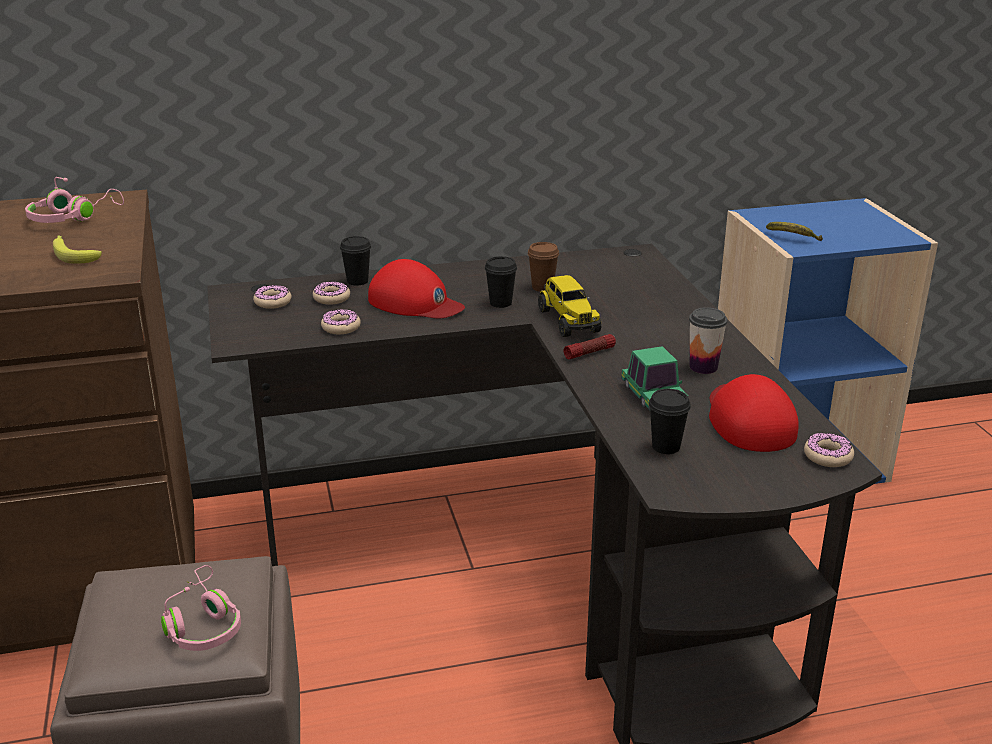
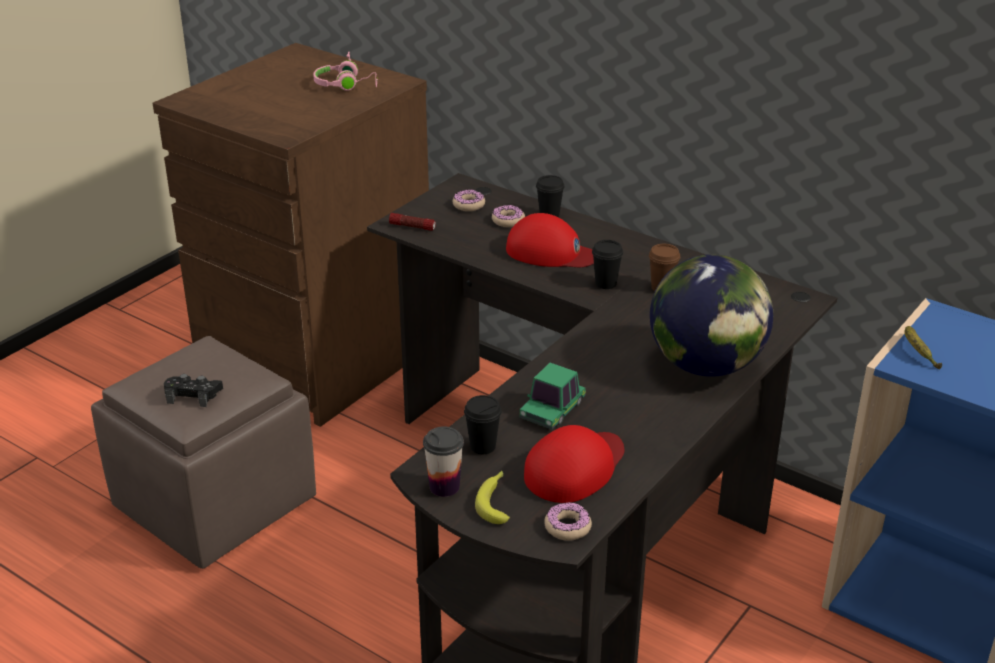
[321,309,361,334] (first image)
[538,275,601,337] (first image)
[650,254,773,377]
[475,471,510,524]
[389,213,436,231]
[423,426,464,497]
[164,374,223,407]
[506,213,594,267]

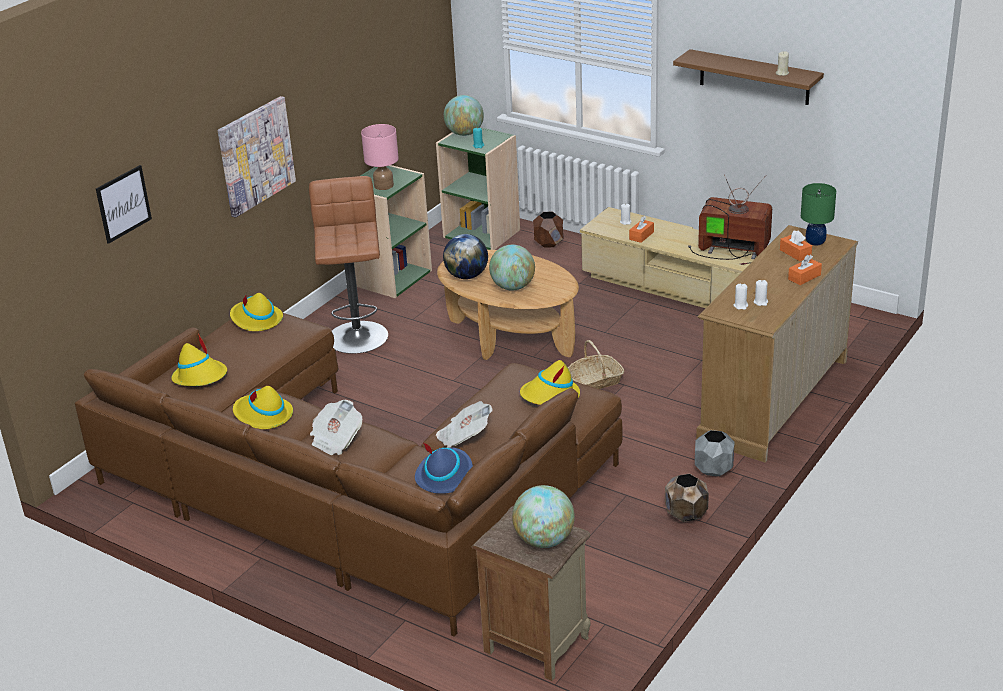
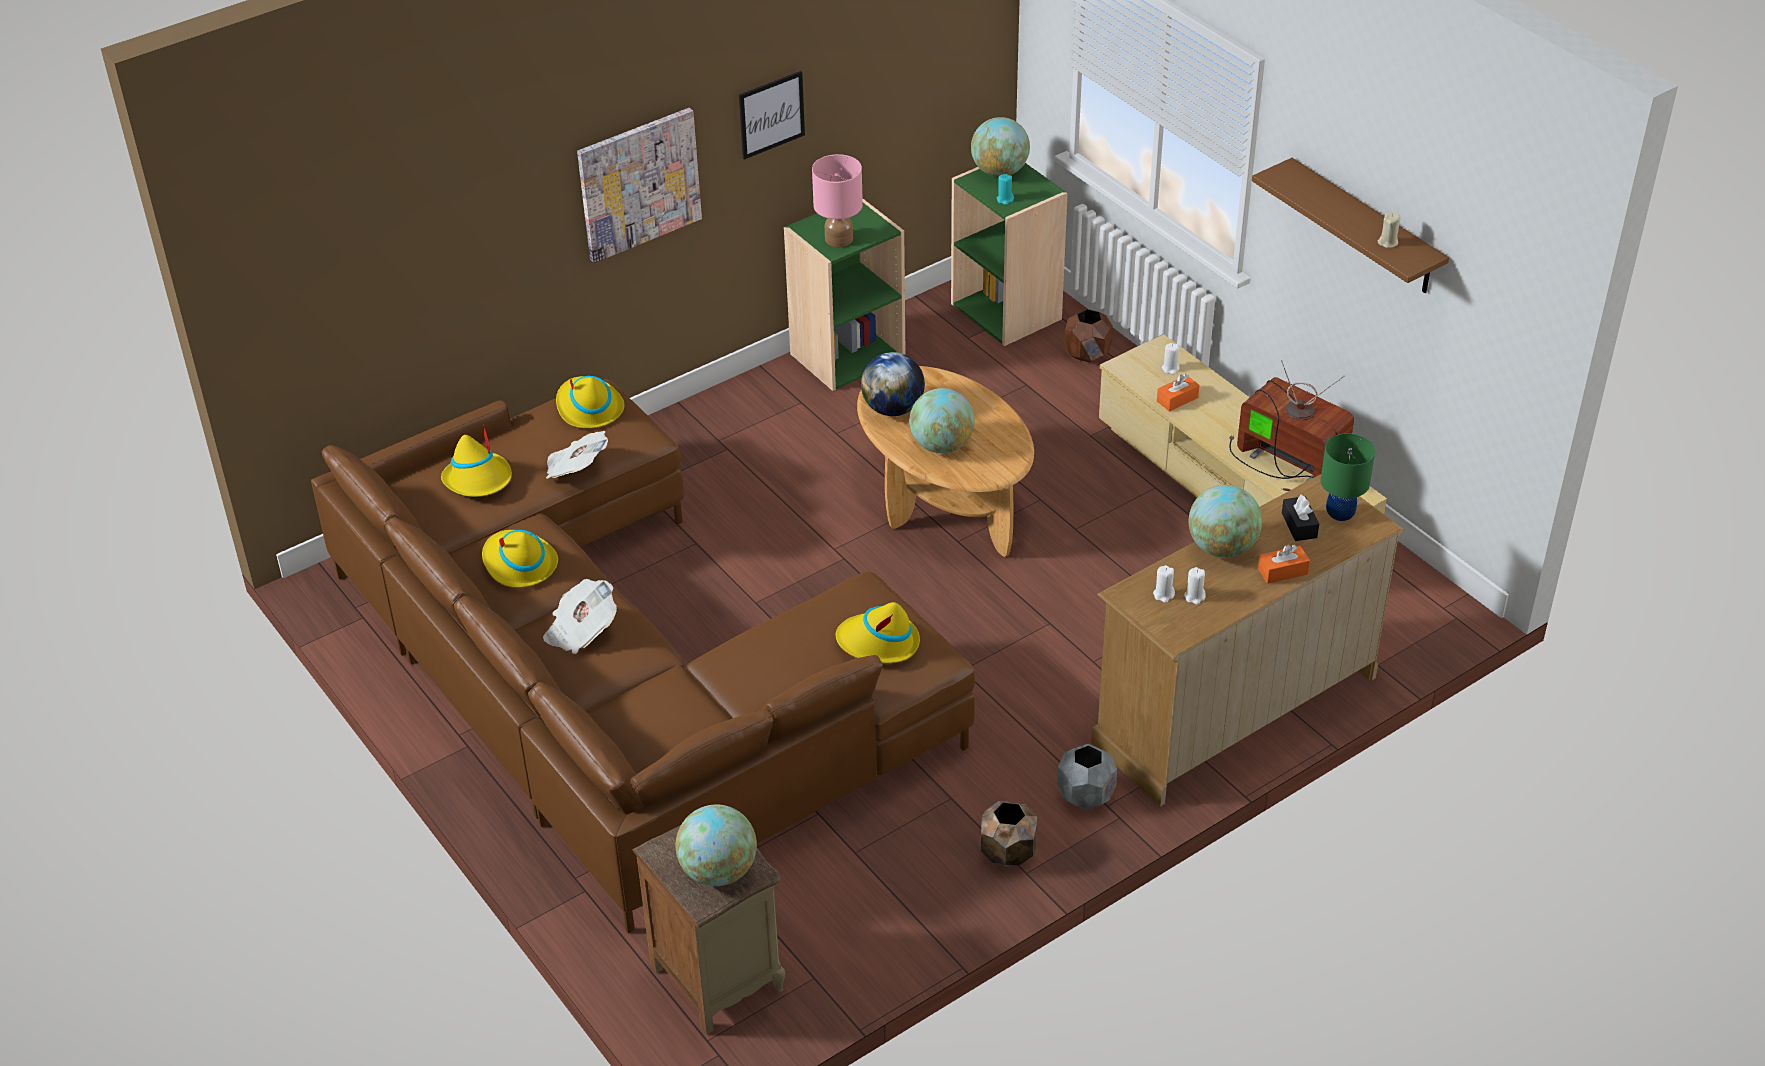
[309,176,388,354] (first image)
[415,443,473,494] (first image)
[568,340,624,389] (first image)
[1189,485,1262,558]
[739,71,805,160]
[546,431,608,479]
[1282,495,1319,541]

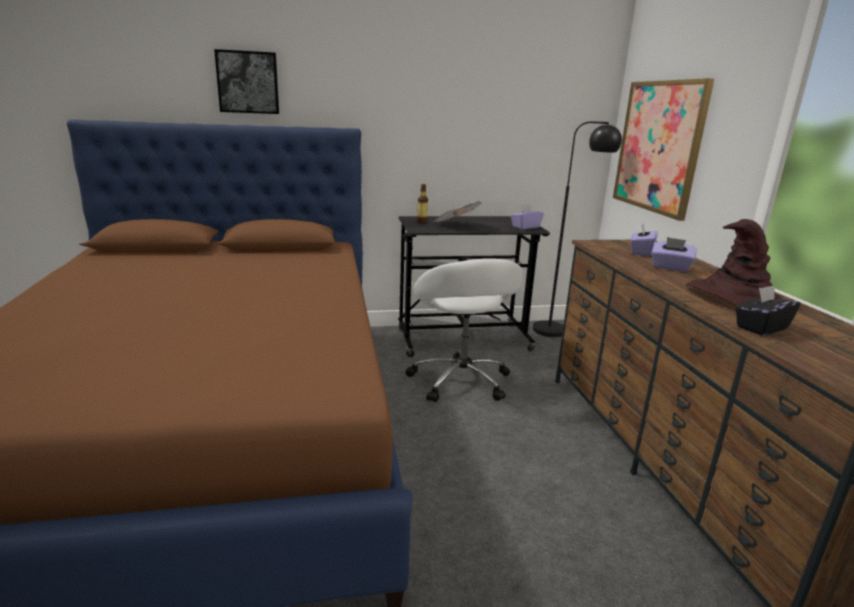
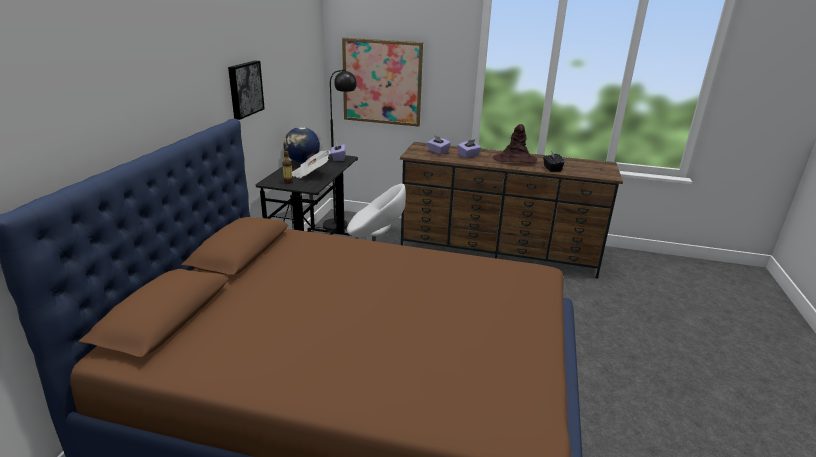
[284,127,320,163]
[228,61,265,120]

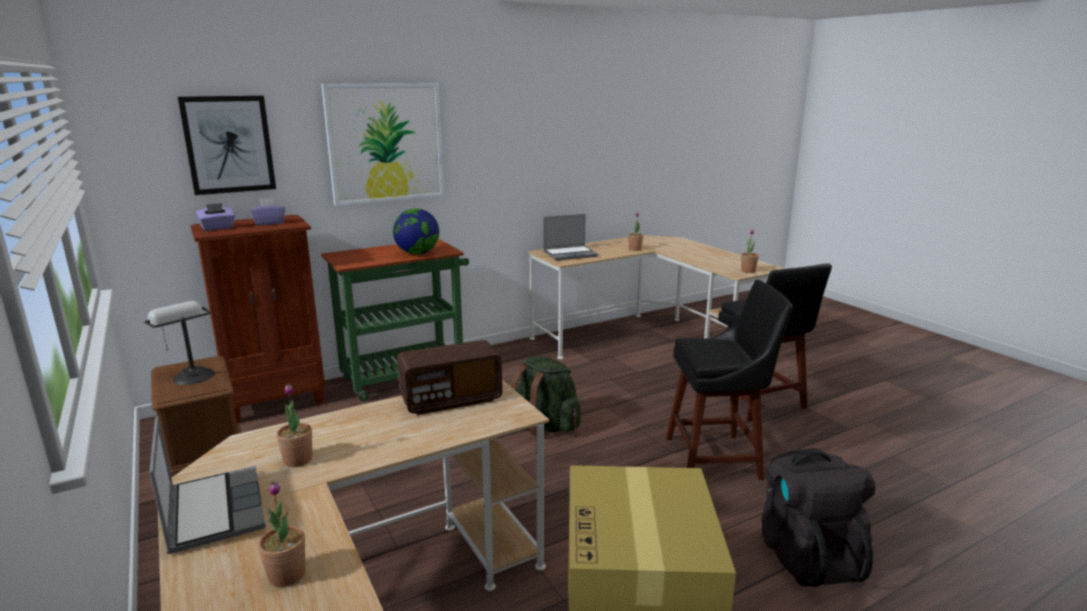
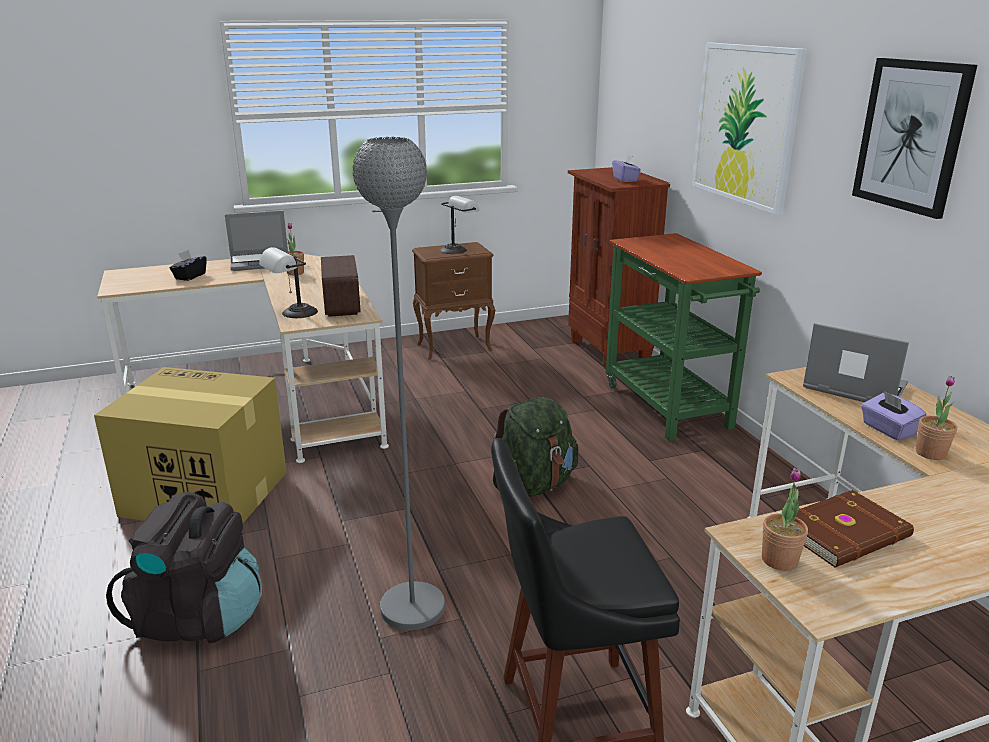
[393,209,439,255] (first image)
[259,247,318,318]
[796,490,914,568]
[852,58,977,219]
[861,391,926,441]
[169,250,207,281]
[352,137,445,630]
[803,323,909,402]

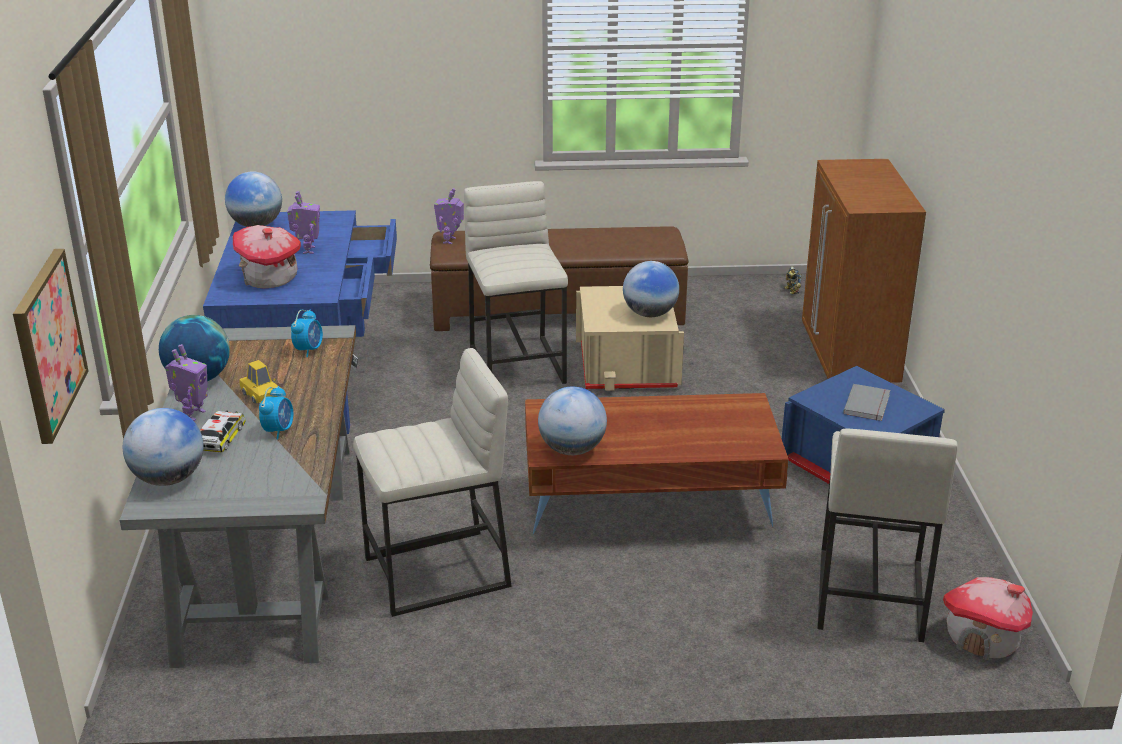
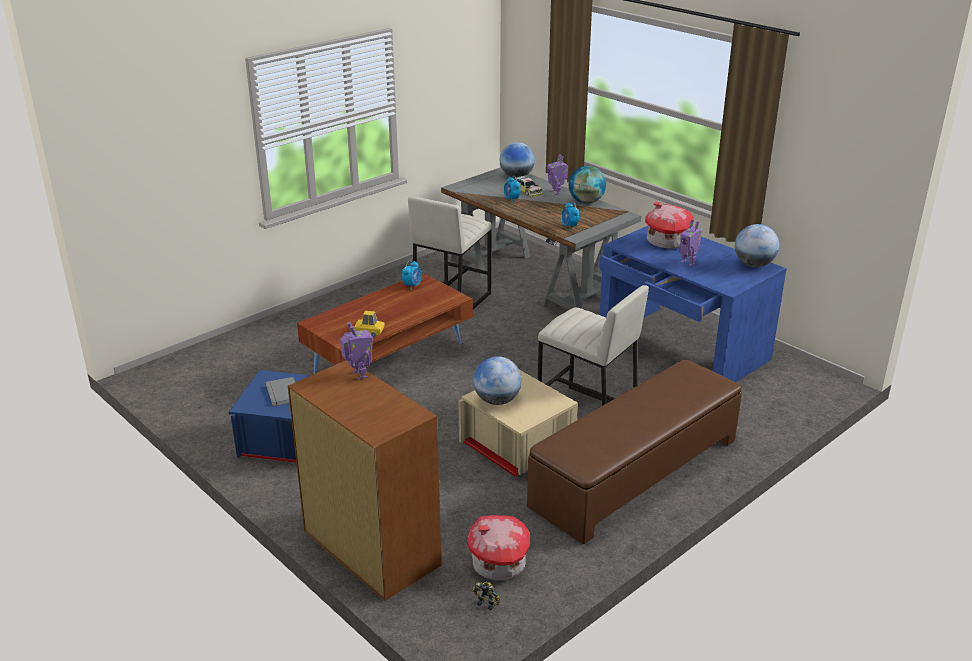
[13,249,88,444] (first image)
[817,429,958,642] (first image)
[354,311,385,337]
[340,322,373,380]
[467,515,530,581]
[402,261,422,290]

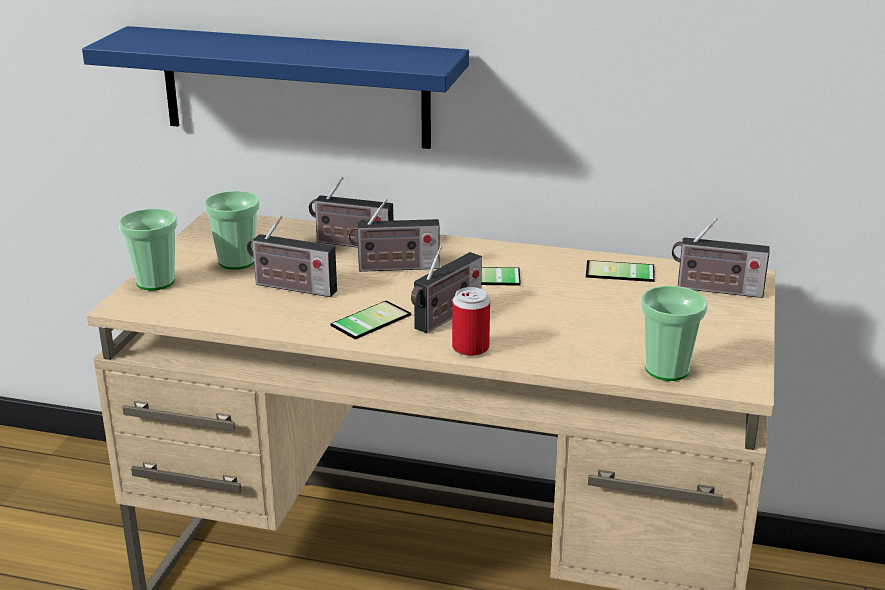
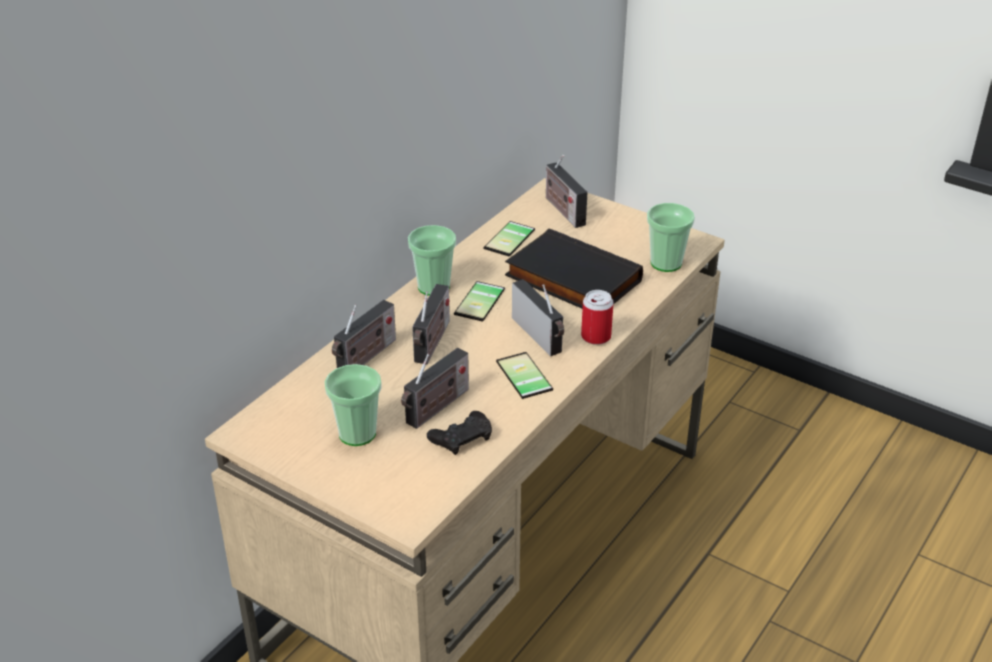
[82,26,469,149] (first image)
[427,411,492,455]
[505,228,643,309]
[408,225,456,296]
[546,155,587,228]

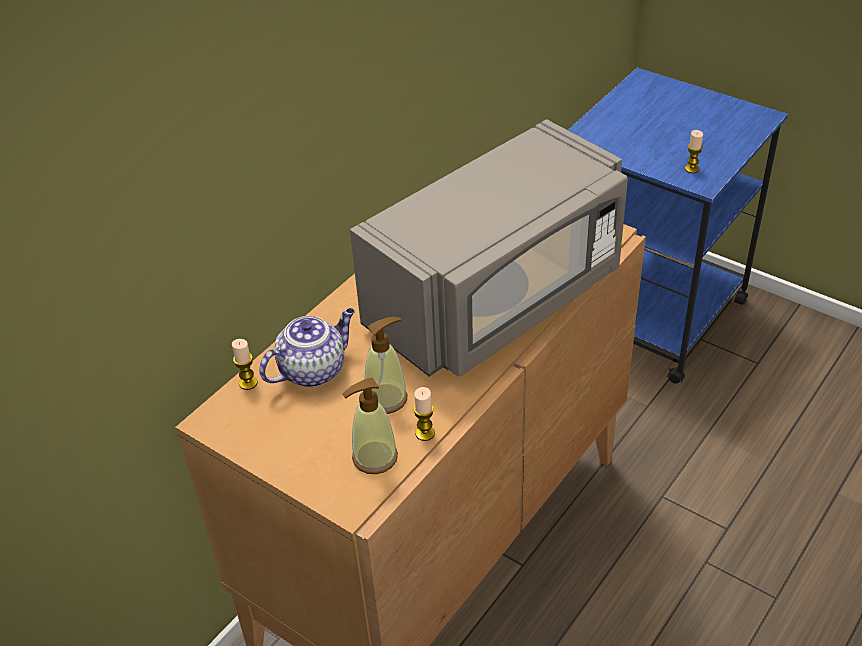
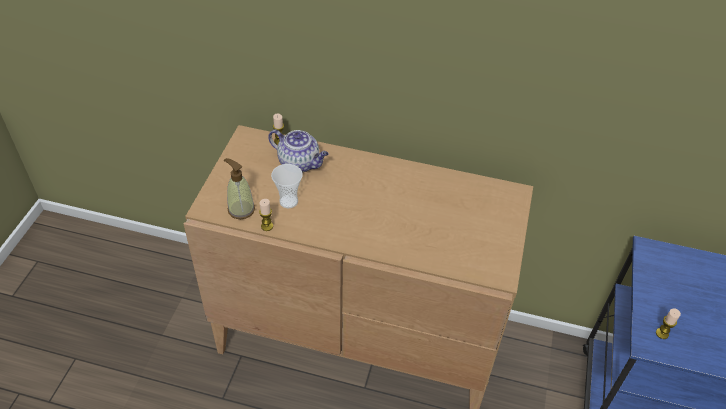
[350,119,628,377] (first image)
[271,164,303,208]

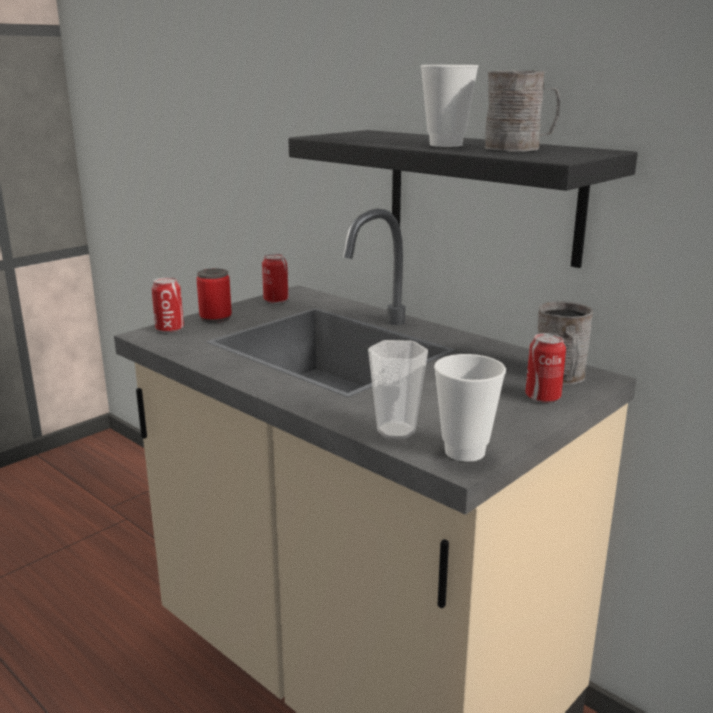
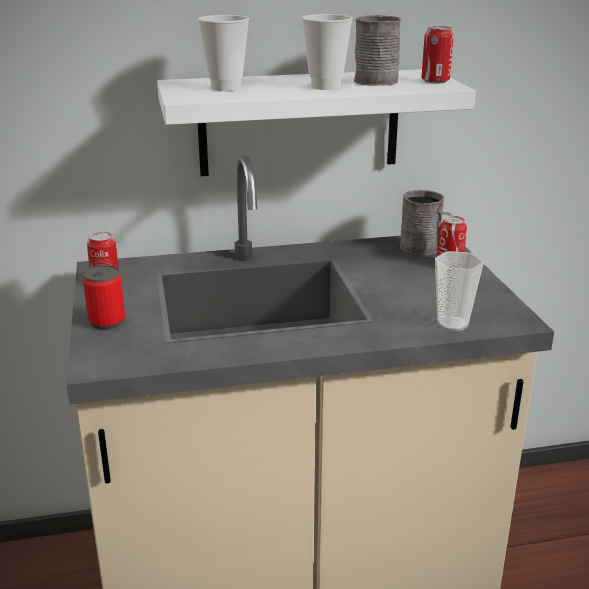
[421,26,454,84]
[198,15,249,91]
[157,69,476,176]

